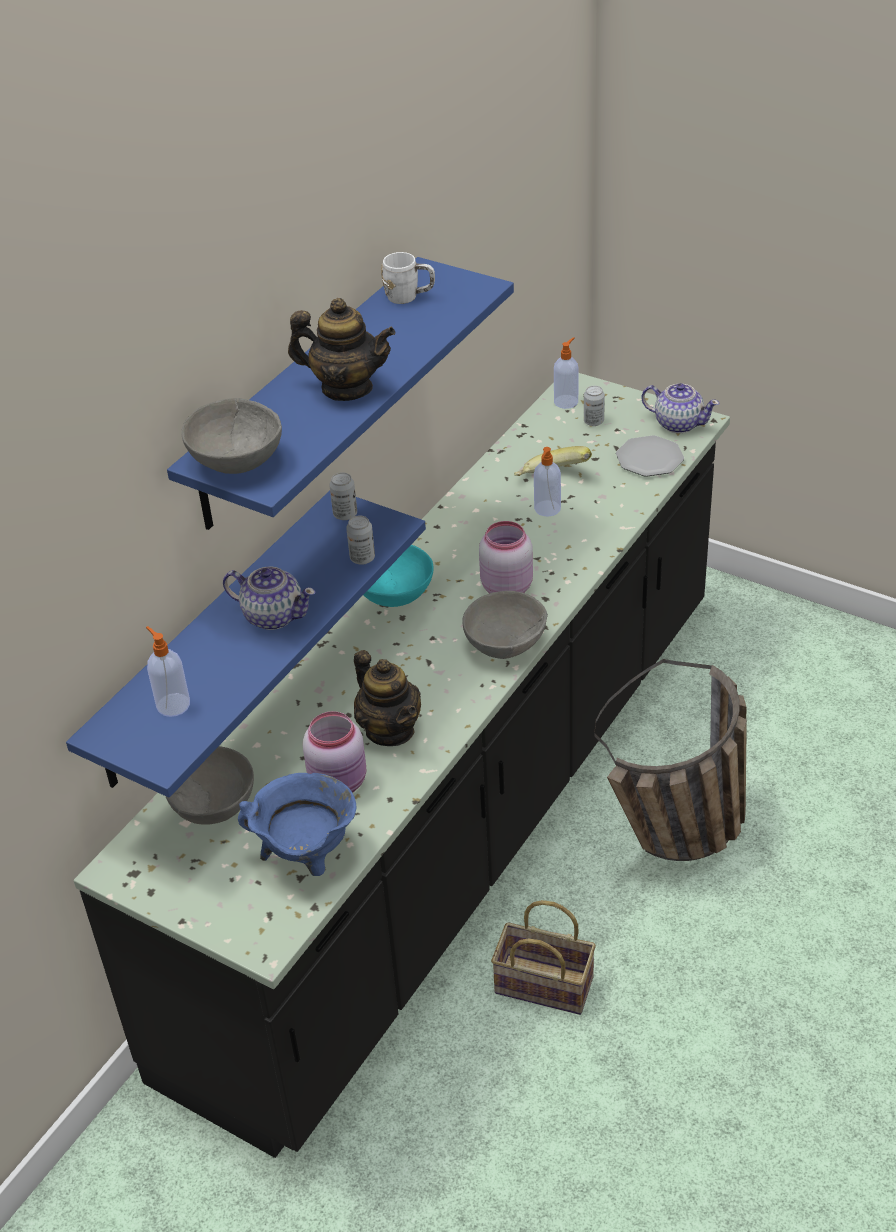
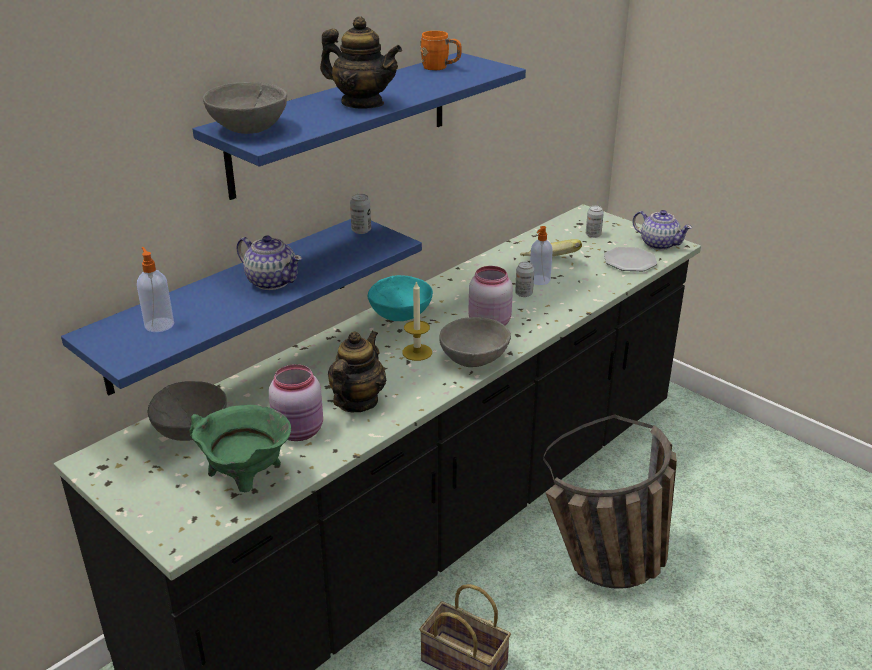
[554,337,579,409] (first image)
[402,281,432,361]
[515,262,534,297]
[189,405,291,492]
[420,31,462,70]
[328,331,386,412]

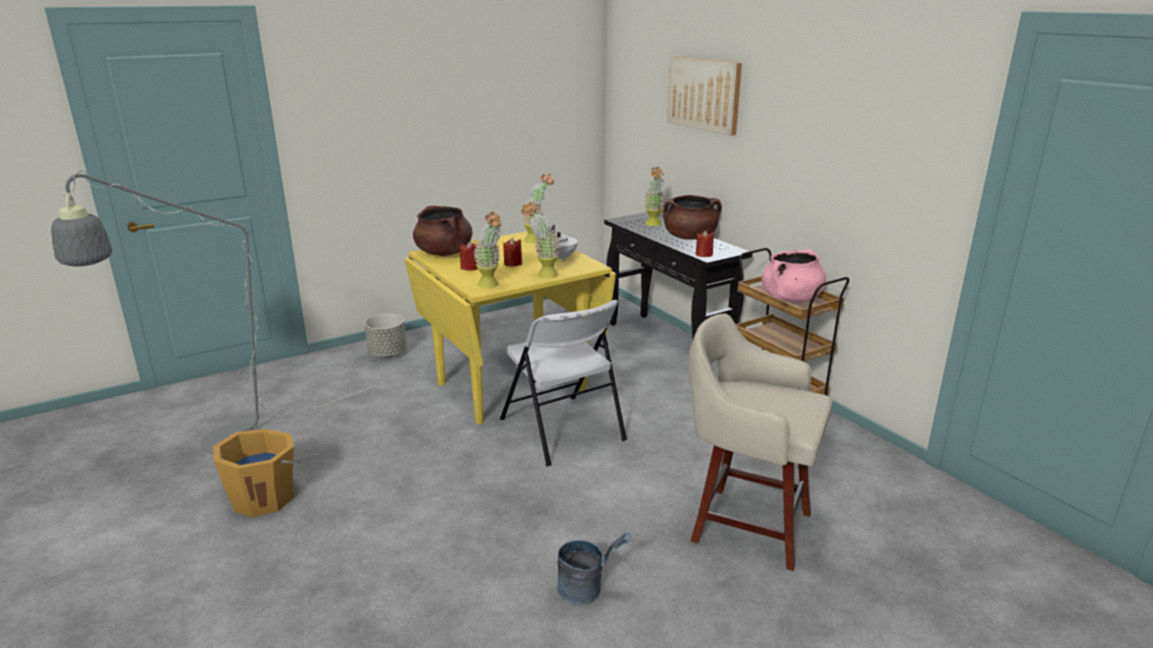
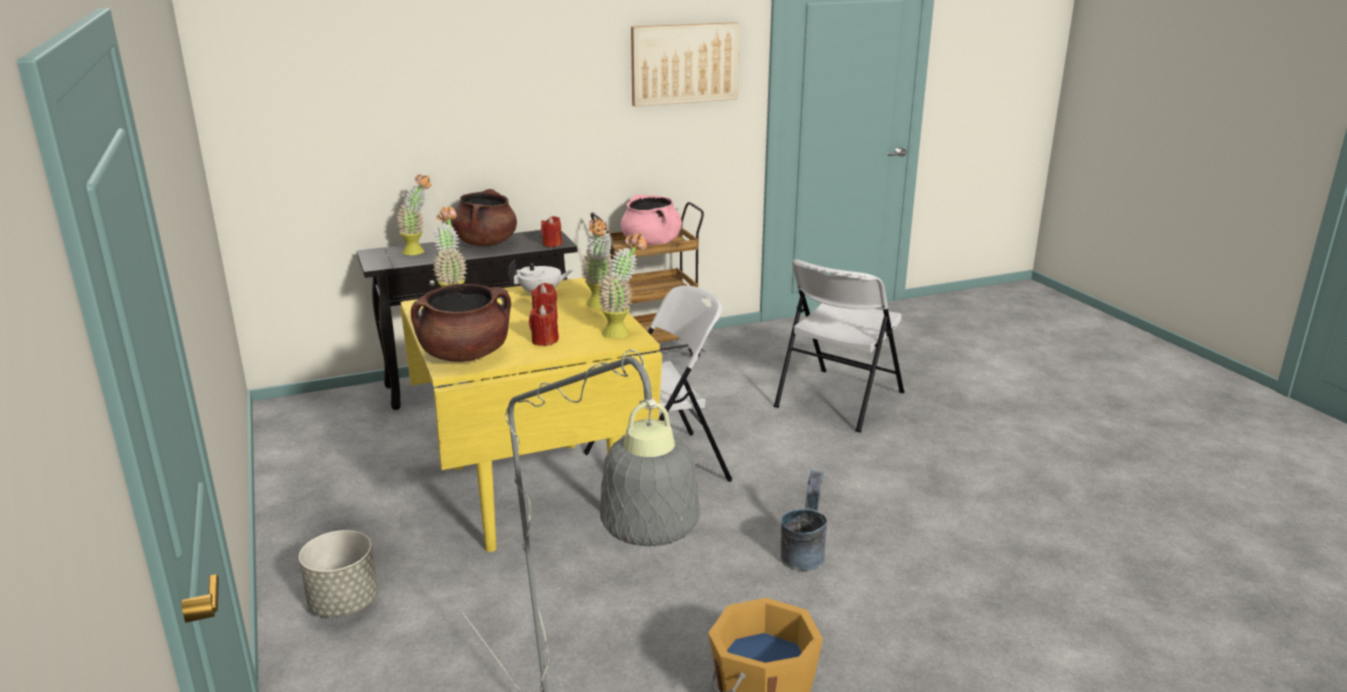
[780,469,827,571]
[631,22,739,107]
[774,259,905,433]

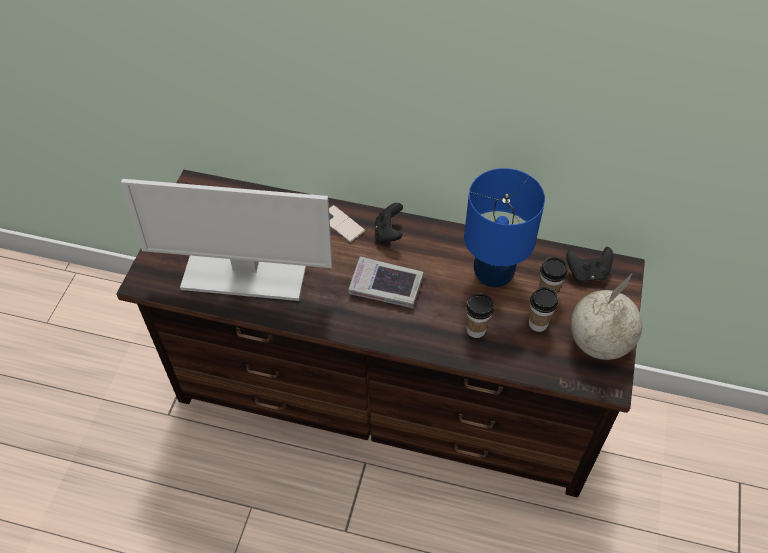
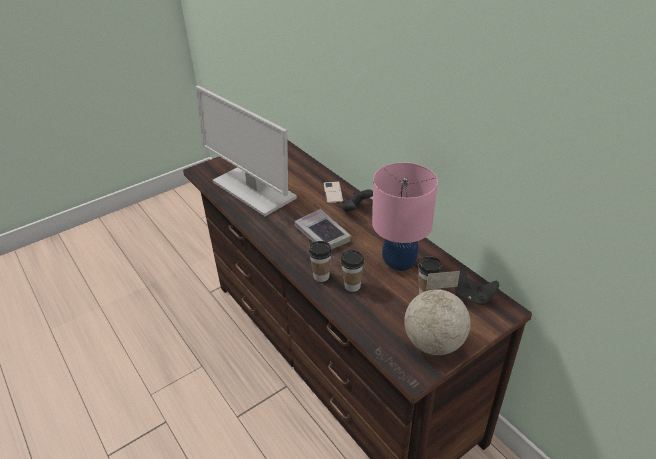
[309,241,332,282]
[372,162,438,271]

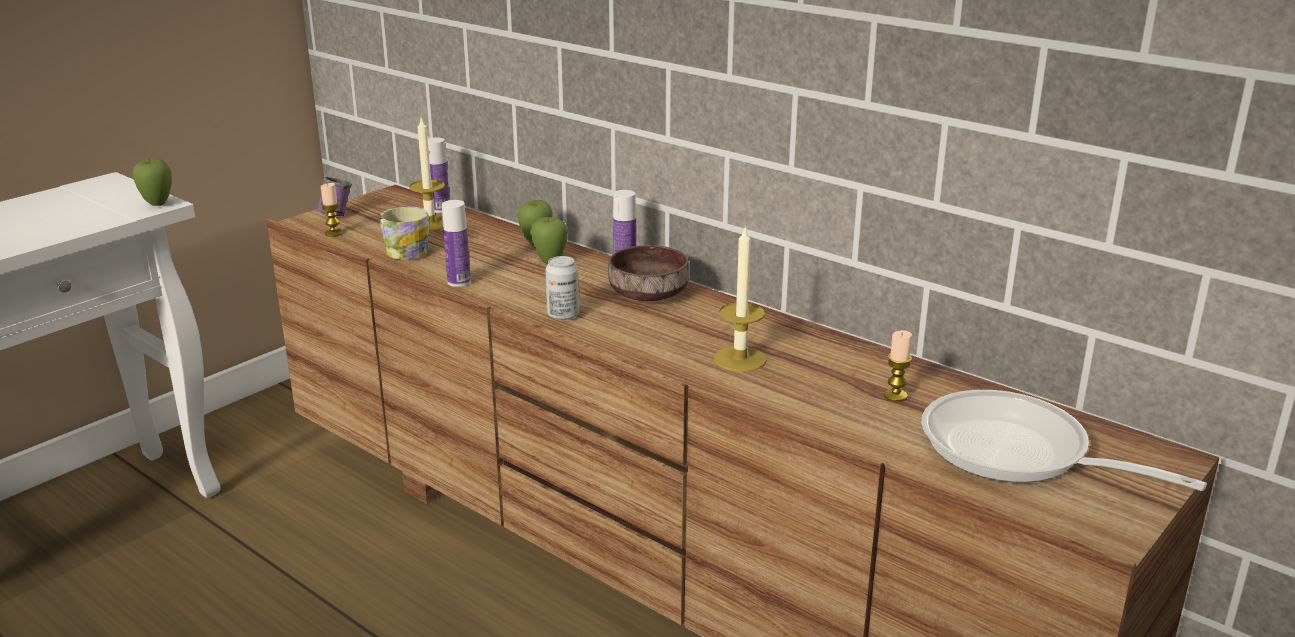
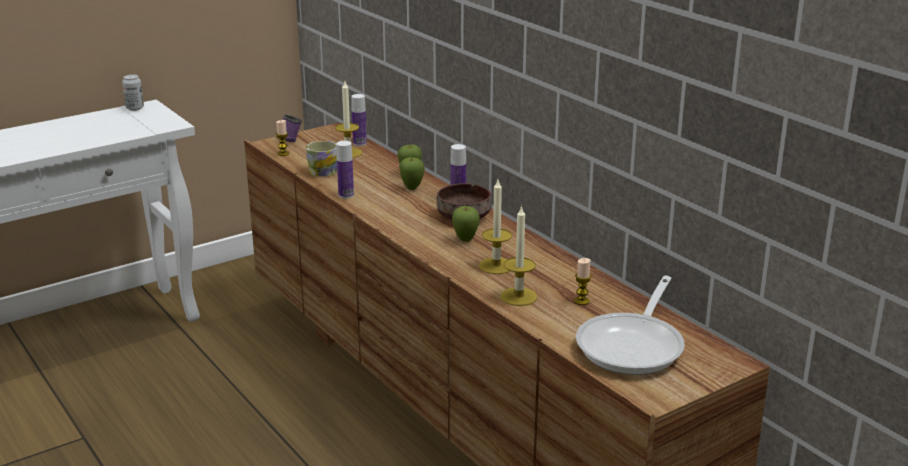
[500,205,537,306]
[452,206,480,242]
[122,74,144,111]
[576,276,684,375]

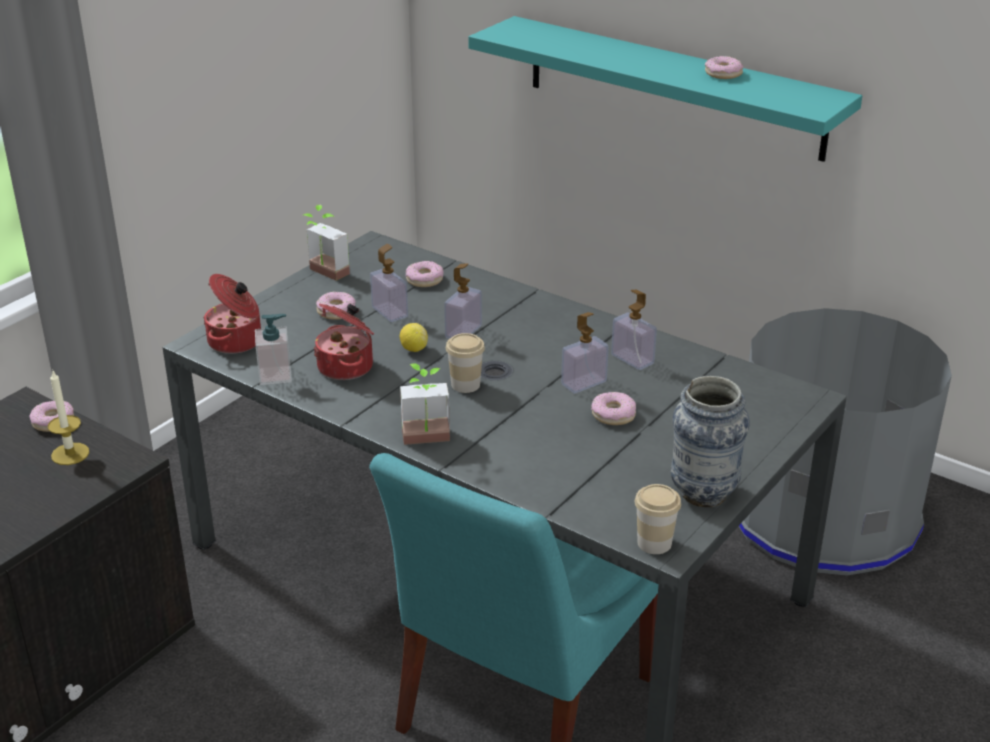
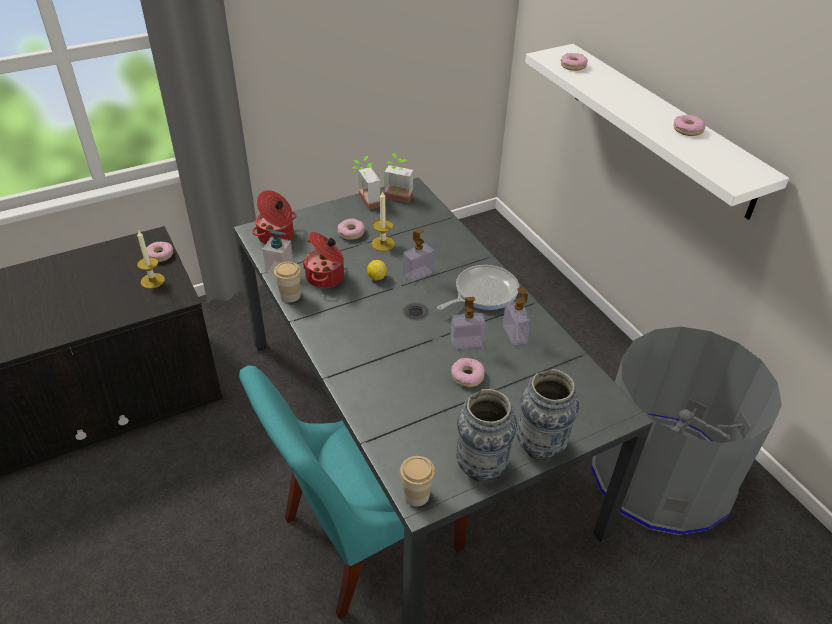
[437,265,519,310]
[517,369,579,460]
[384,154,413,203]
[561,53,588,71]
[274,262,301,303]
[372,192,395,251]
[525,44,789,220]

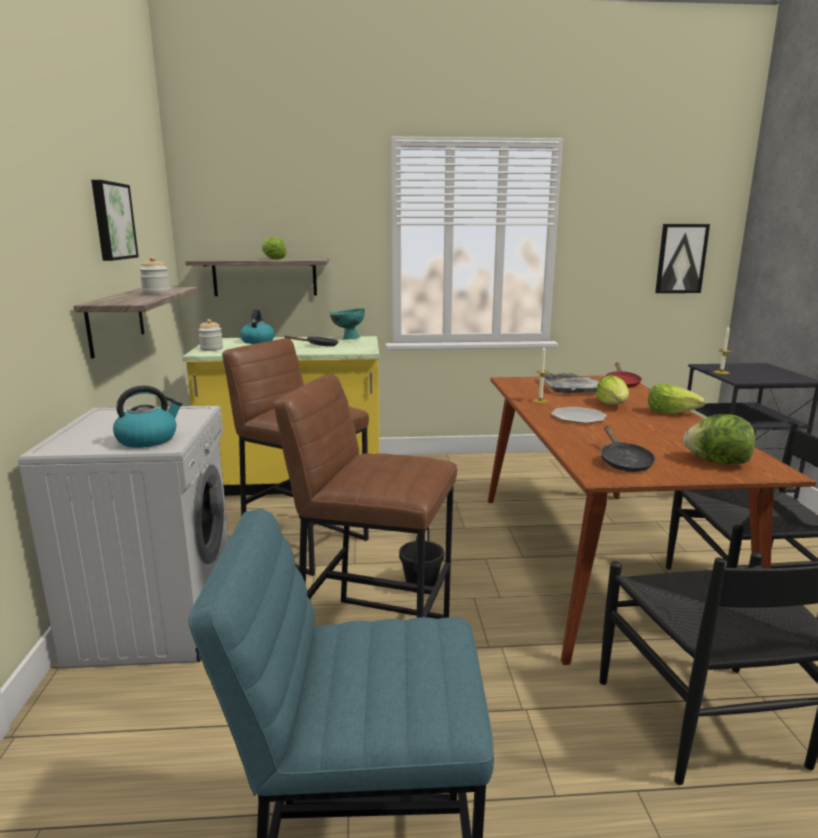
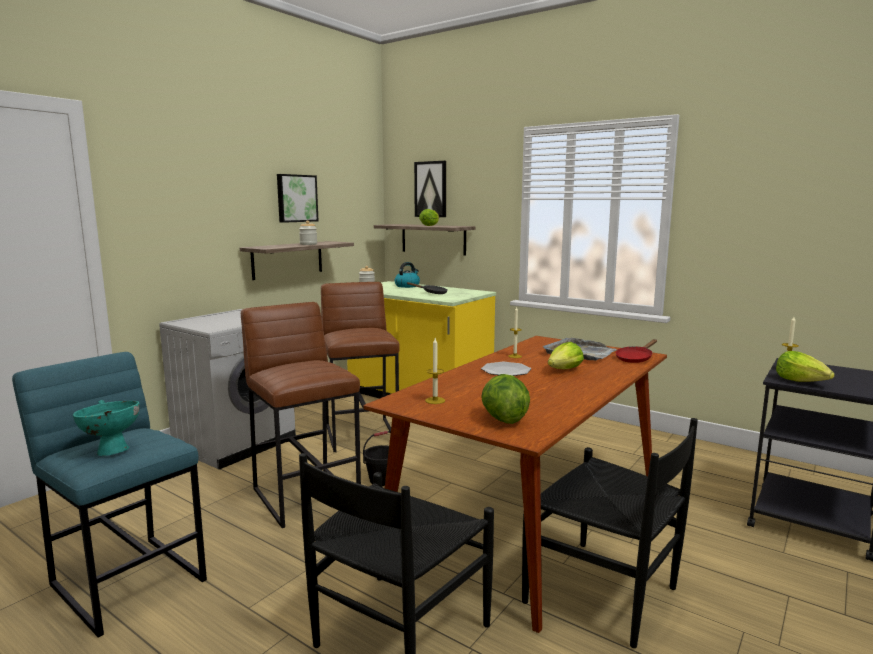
[113,386,182,448] (first image)
[73,400,140,456]
[776,351,835,382]
[414,161,446,217]
[425,338,445,404]

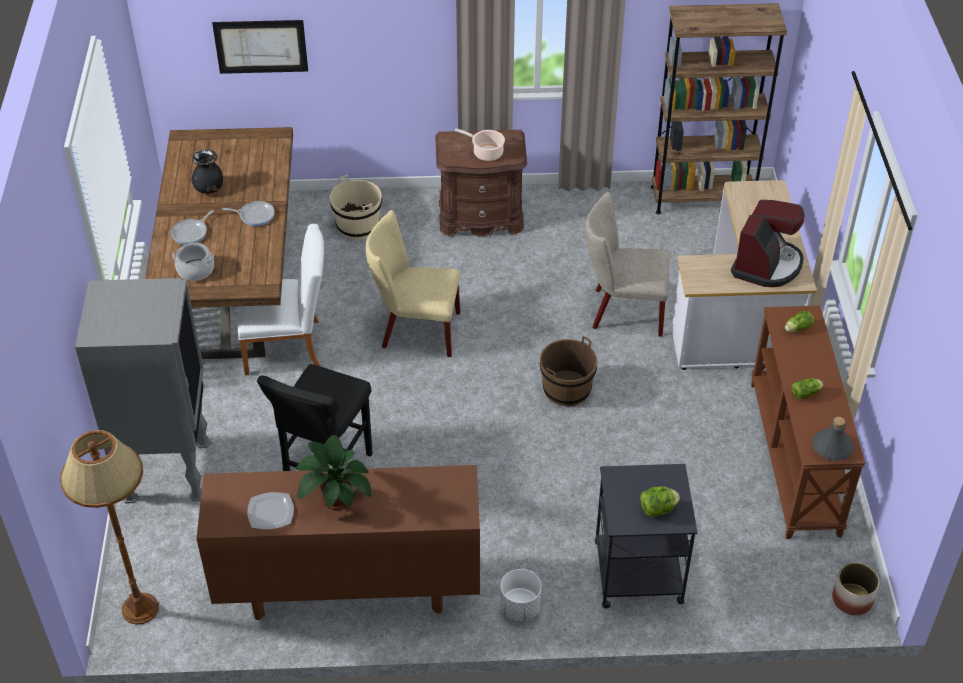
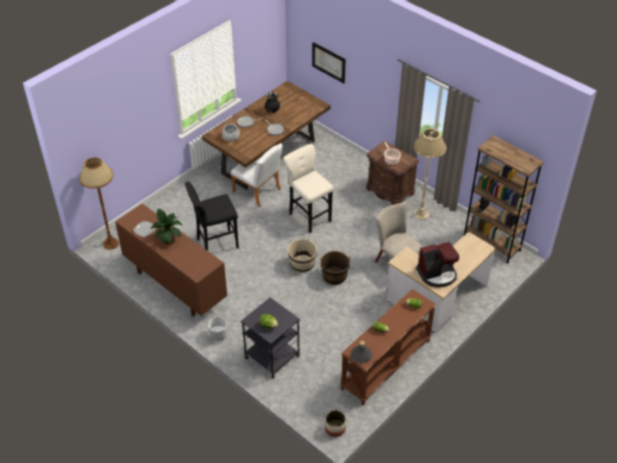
[75,278,212,503] (first image)
[414,128,447,220]
[288,236,317,273]
[283,144,334,233]

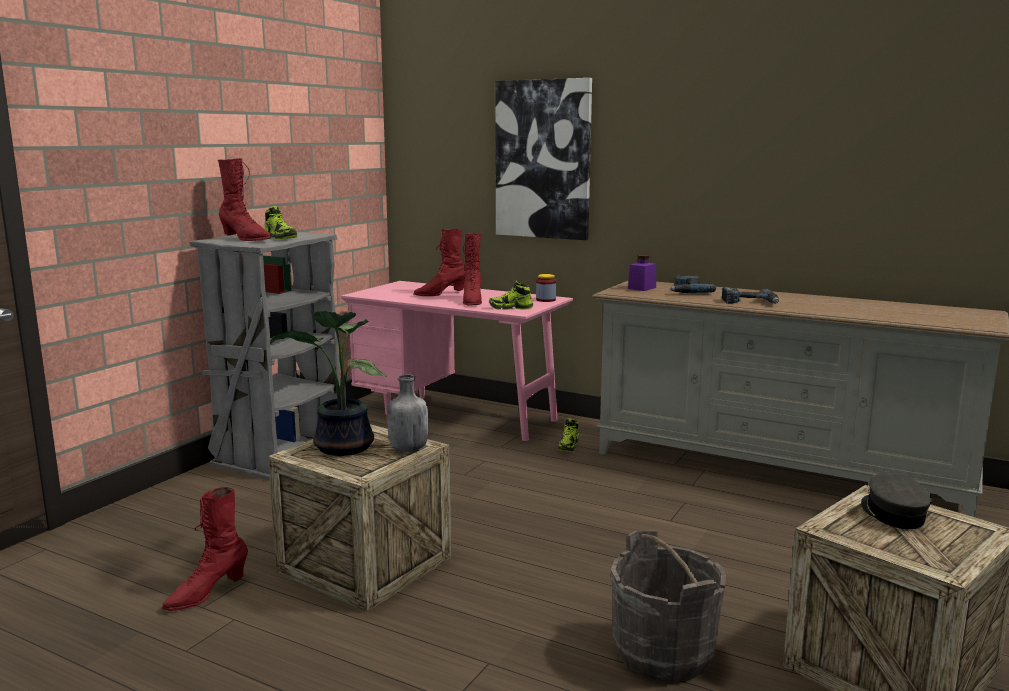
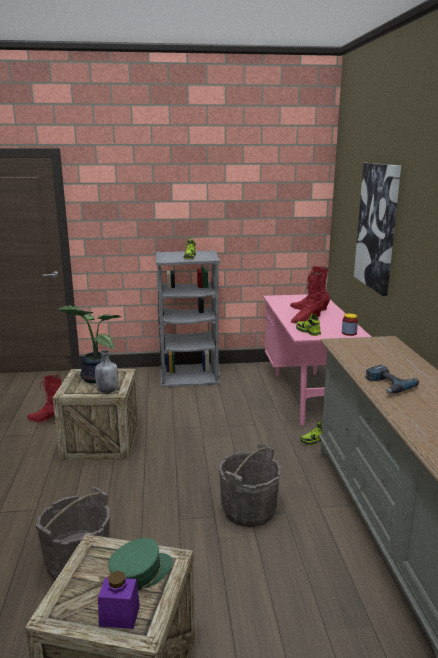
[218,158,271,241] (first image)
[669,276,716,293] (first image)
[219,444,281,527]
[98,571,140,629]
[108,538,173,590]

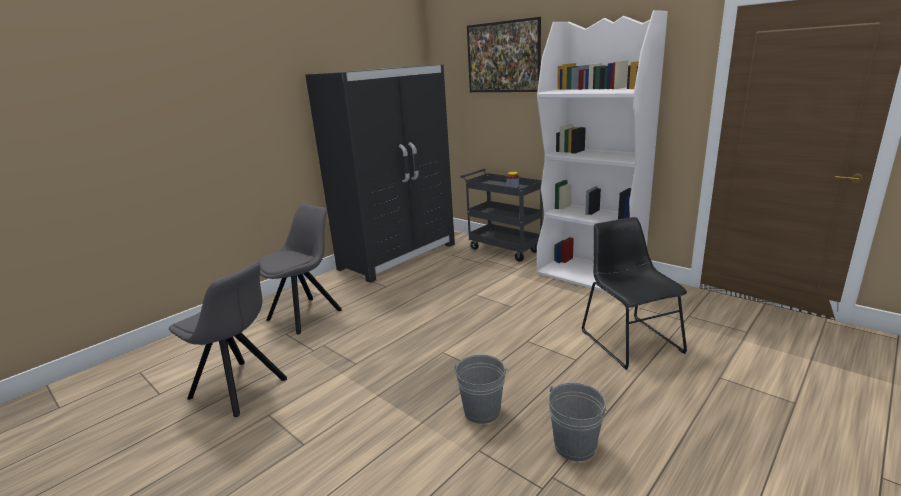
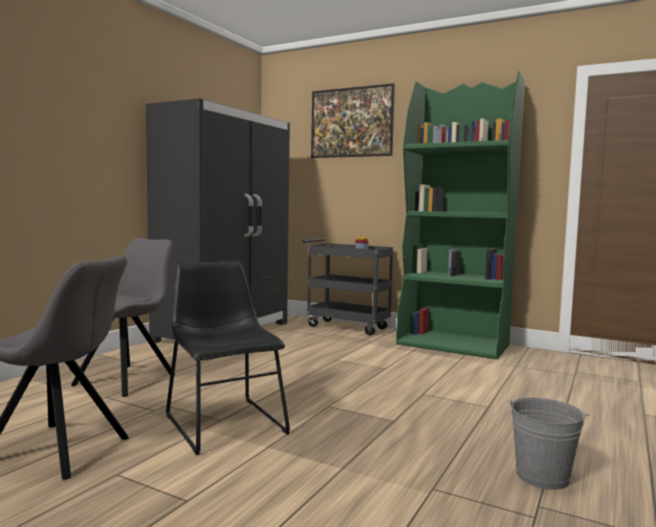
[453,354,509,424] (first image)
[166,261,290,455]
[396,71,525,359]

